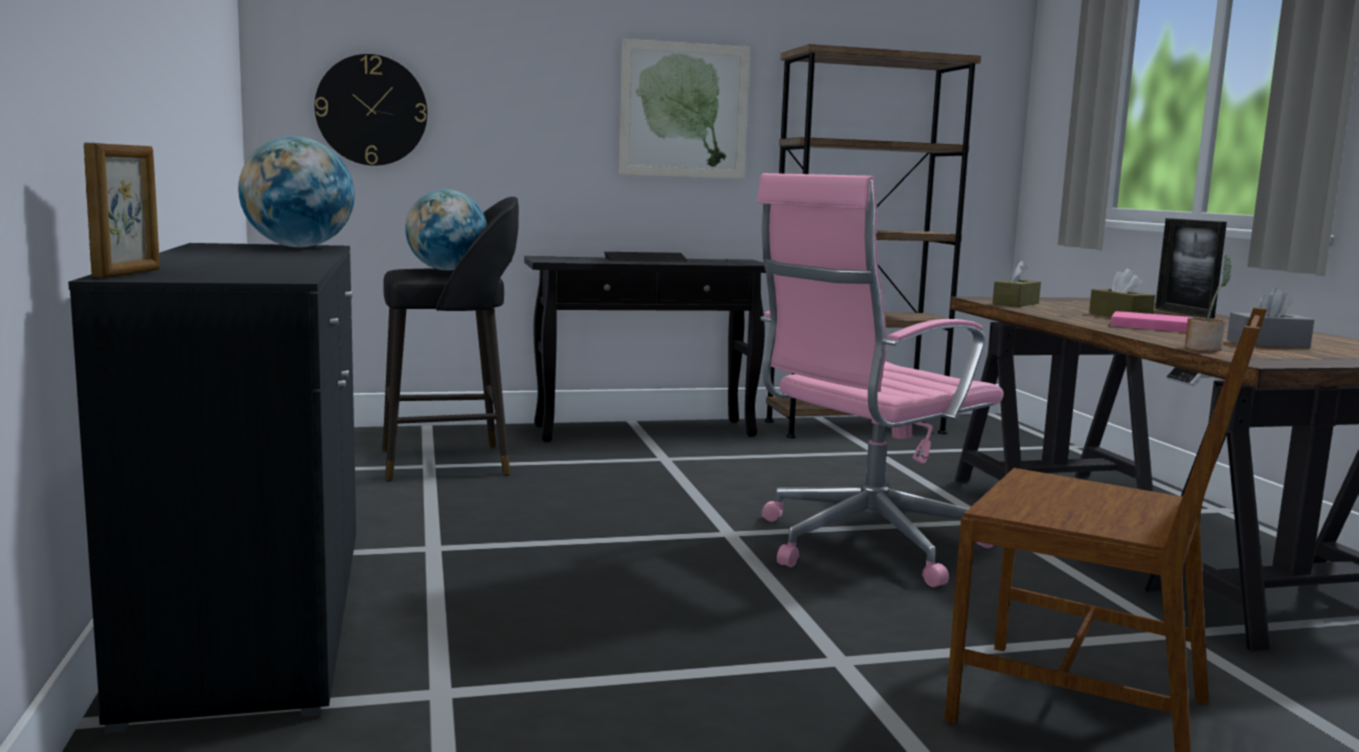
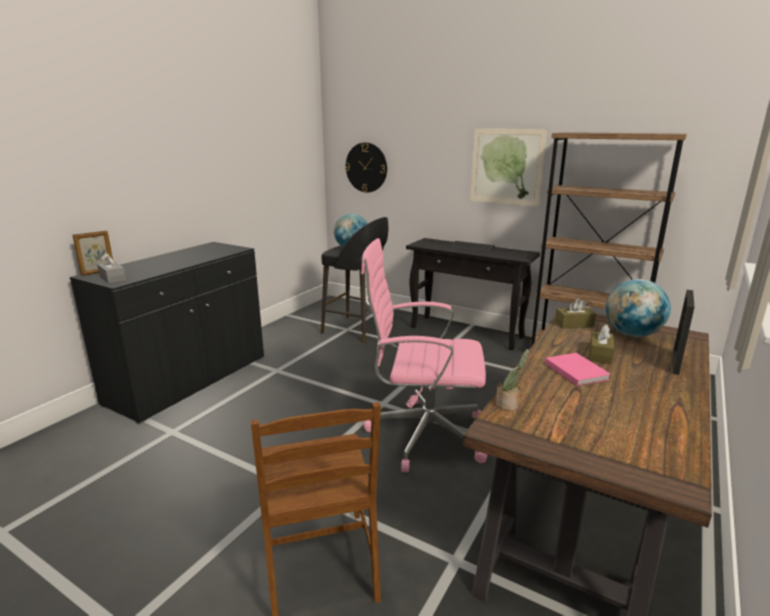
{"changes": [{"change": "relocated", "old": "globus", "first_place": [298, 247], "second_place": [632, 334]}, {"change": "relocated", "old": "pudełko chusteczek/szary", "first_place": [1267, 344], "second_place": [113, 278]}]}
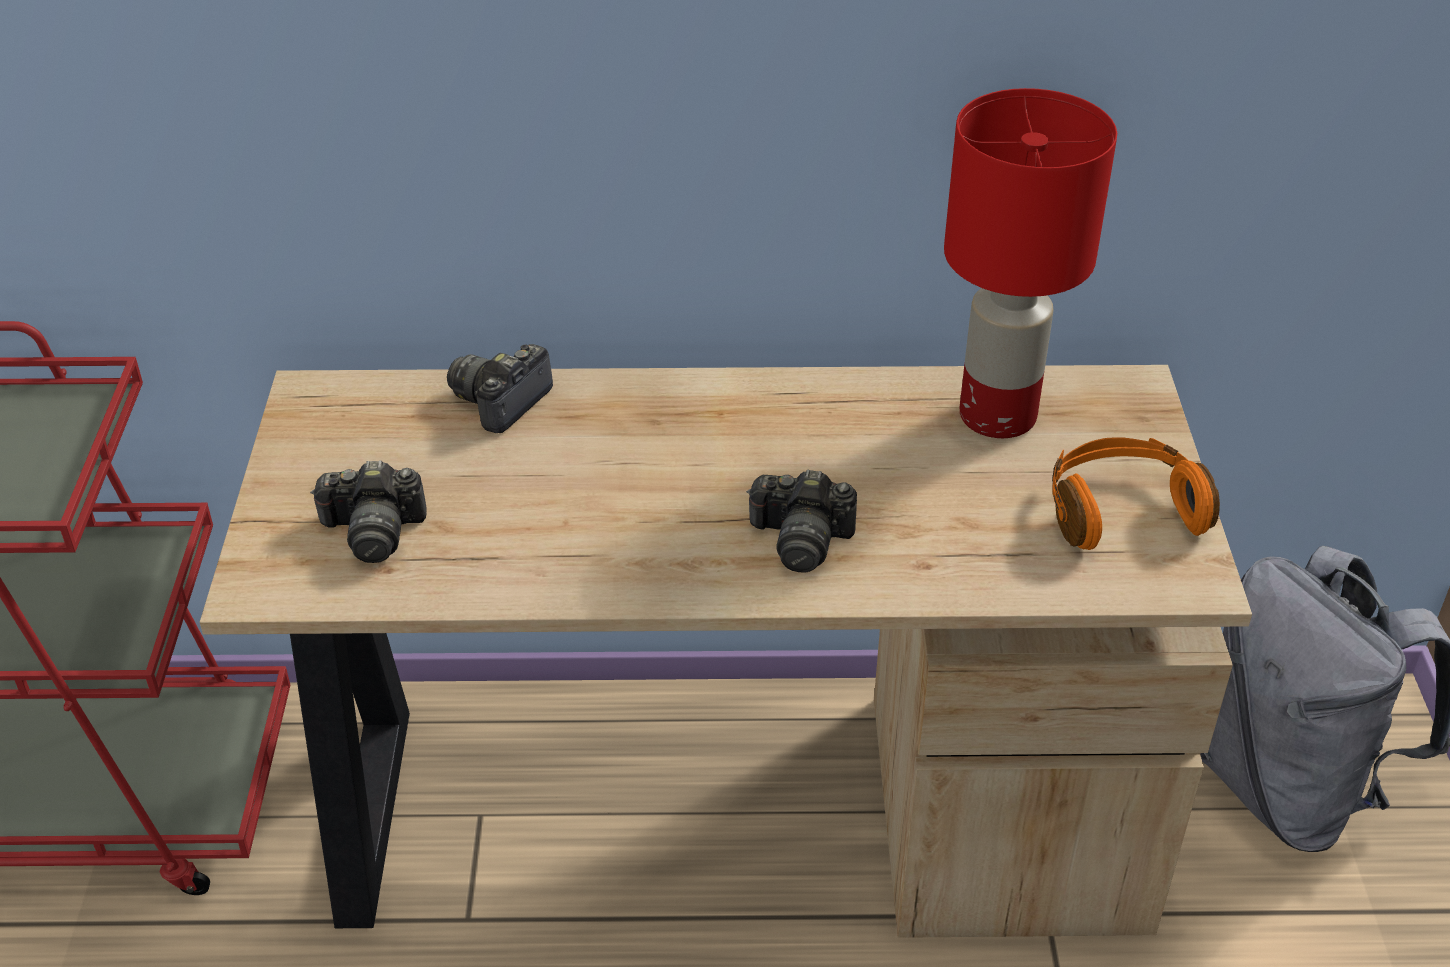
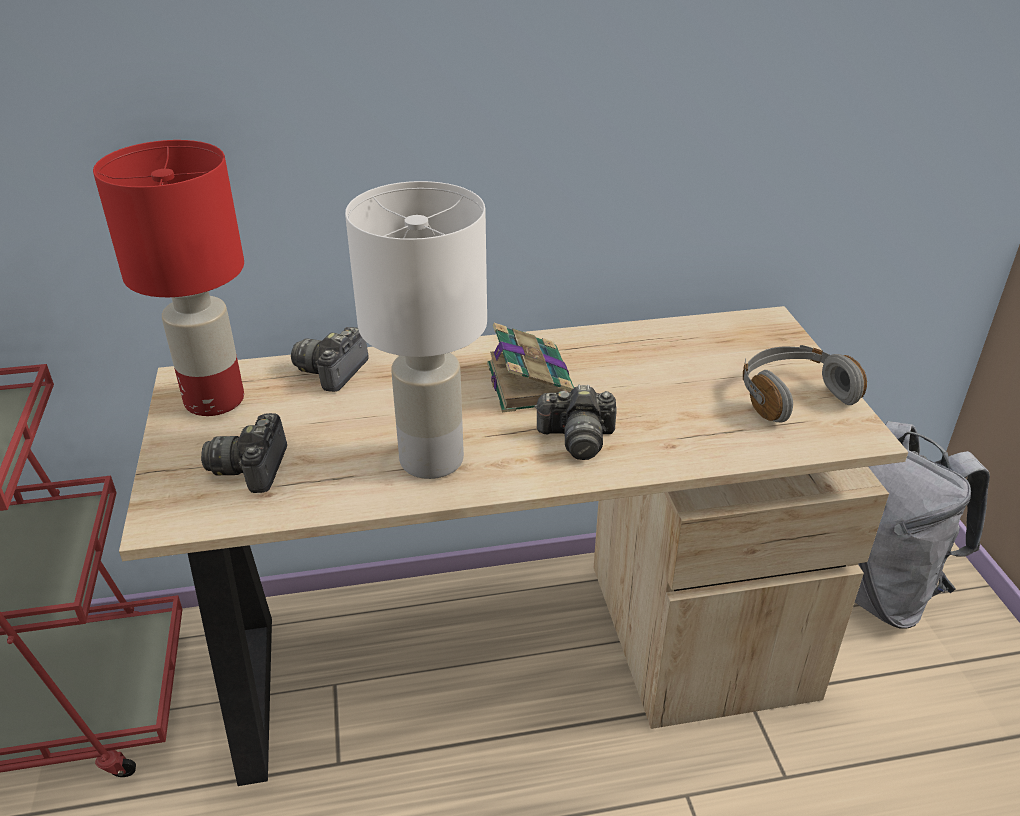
{"changes": [{"change": "relocated", "old": "lampa stołowa/czerwony", "first_place": [999, 417], "second_place": [215, 401]}, {"change": "colour", "old": "słuchawki/pomarańczowy", "new": "słuchawki/szary", "first_place": [1121, 510], "second_place": [792, 395]}, {"change": "spun", "old": "aparat fotograficzny", "first_place": [374, 531], "second_place": [252, 468], "degrees": 105}, {"change": "appeared", "new": "lampa stołowa/biały", "second_place": [431, 458]}, {"change": "appeared", "new": "książka", "second_place": [529, 382]}]}
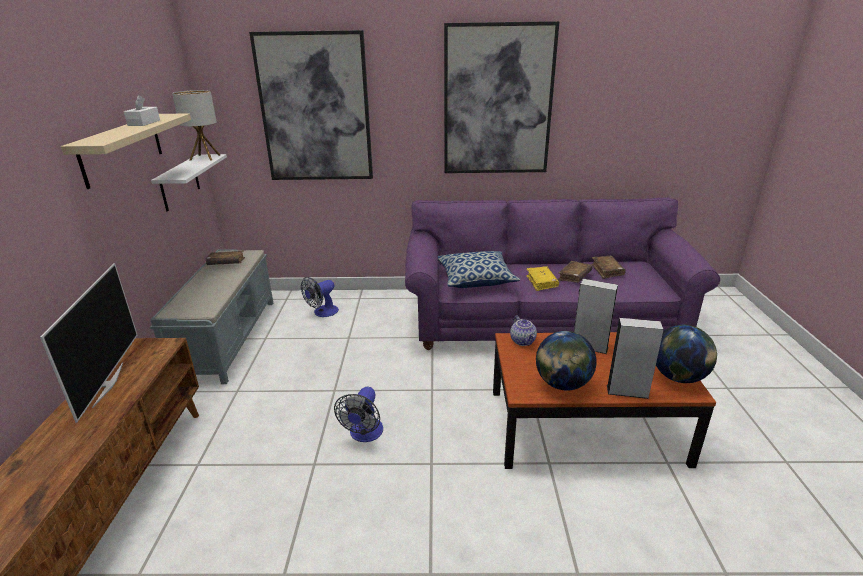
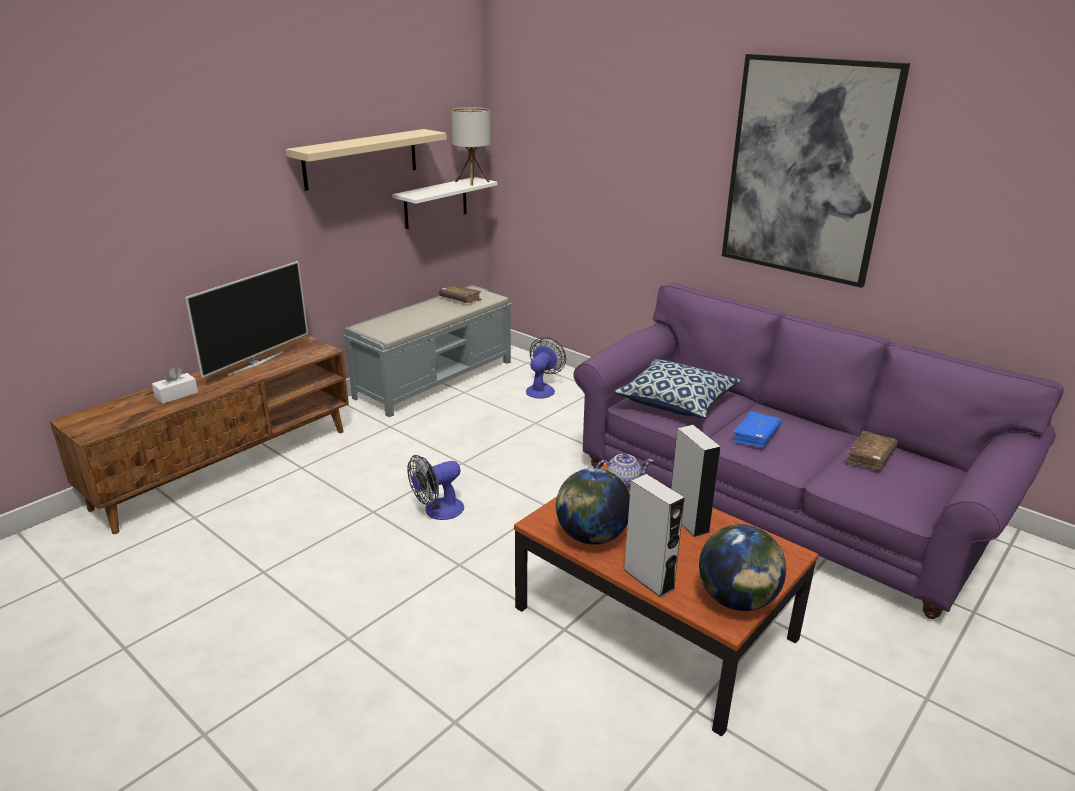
{"changes": [{"change": "missing", "old": "obraz", "first_place": [315, 109]}, {"change": "relocated", "old": "pudełko chusteczek/biały", "first_place": [144, 123], "second_place": [176, 395]}, {"change": "missing", "old": "książka/brązowy", "first_place": [574, 276]}, {"change": "colour", "old": "książka/żółty", "new": "książka/niebieski", "first_place": [541, 282], "second_place": [755, 436]}, {"change": "spun", "old": "wentylator", "first_place": [322, 313], "second_place": [542, 389], "degrees": 120}, {"change": "spun", "old": "imbryk", "first_place": [523, 341], "second_place": [623, 482], "degrees": -120}]}
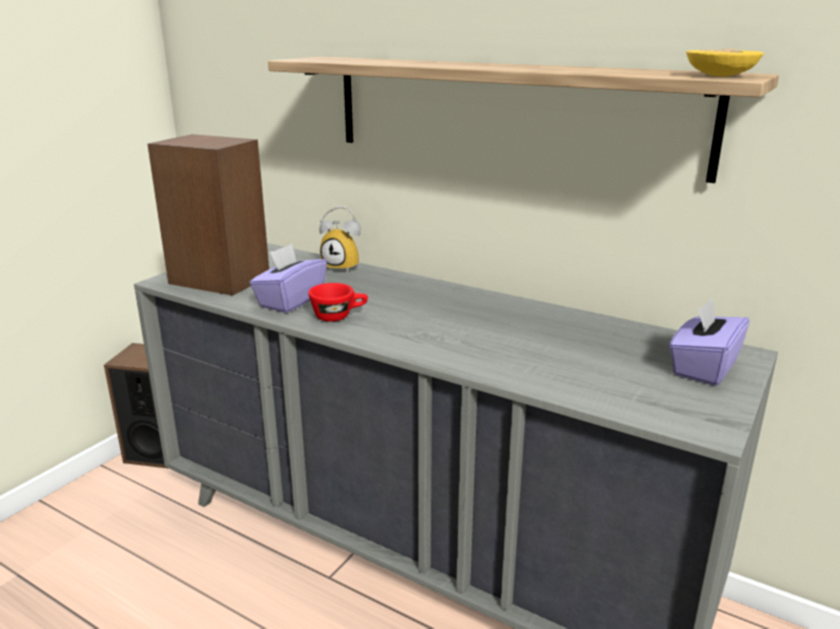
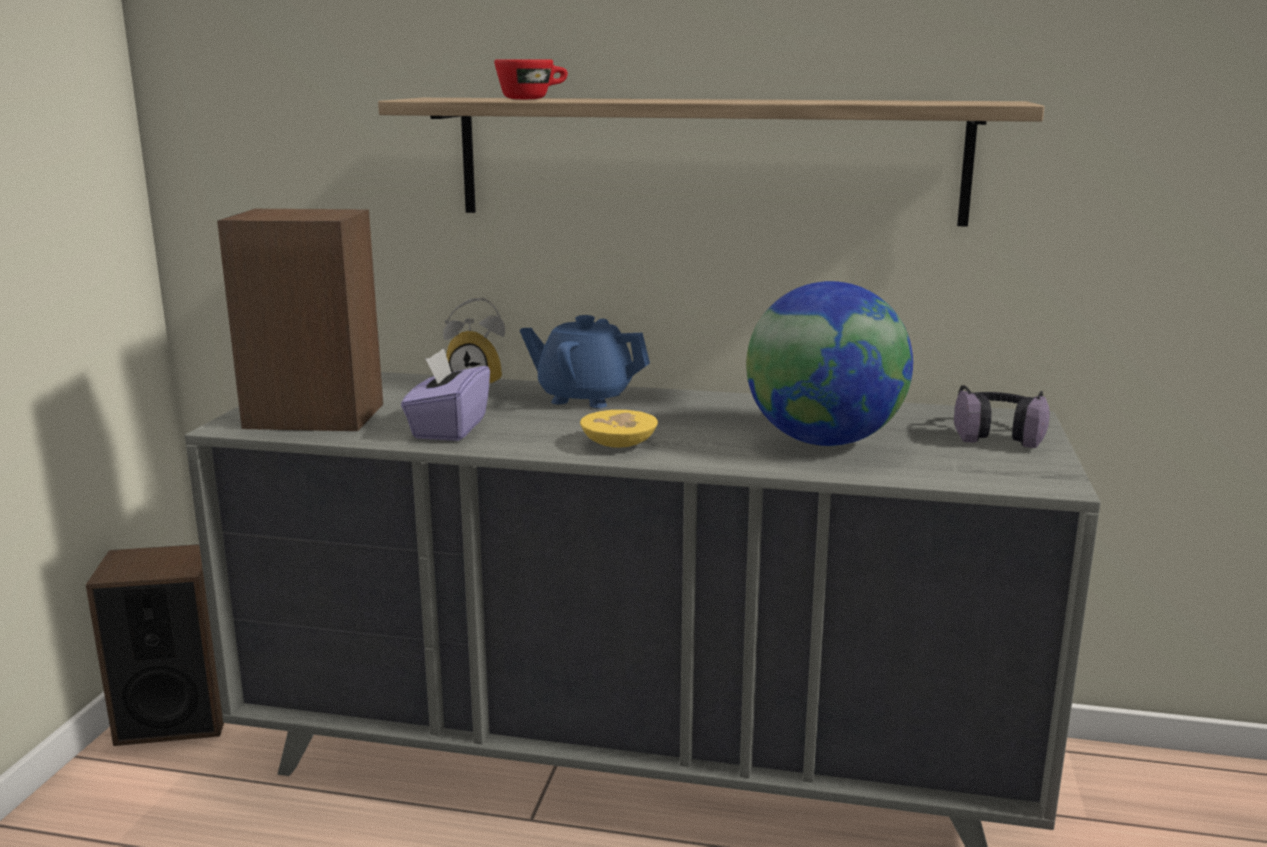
{"changes": [{"change": "relocated", "old": "miska/żółty", "first_place": [721, 75], "second_place": [620, 443]}, {"change": "relocated", "old": "filiżanka/czerwony", "first_place": [339, 316], "second_place": [532, 98]}, {"change": "exchanged", "old": "pudełko chusteczek/fioletowy", "new": "słuchawki", "first_place": [703, 368], "second_place": [997, 434]}, {"change": "appeared", "new": "globus", "second_place": [824, 441]}, {"change": "appeared", "new": "imbryk/niebieski", "second_place": [585, 397]}]}
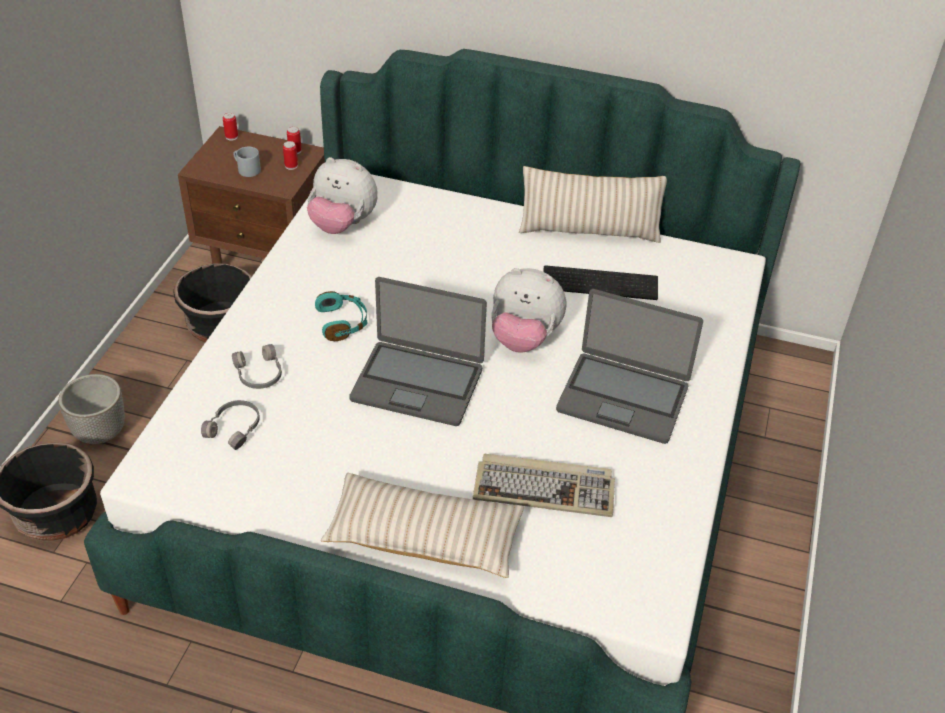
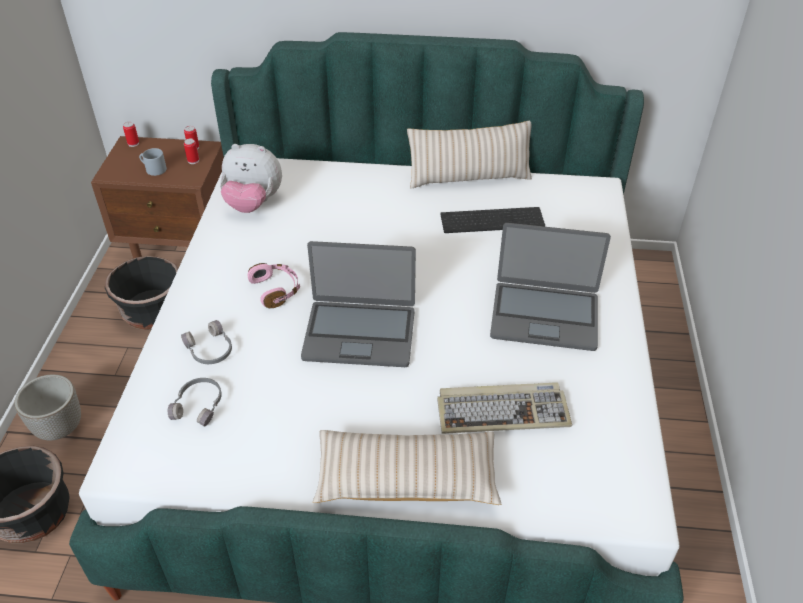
{"changes": [{"change": "missing", "old": "pluszak", "first_place": [524, 338]}, {"change": "colour", "old": "słuchawki/turkusowy", "new": "słuchawki/różowy", "first_place": [343, 323], "second_place": [276, 290]}]}
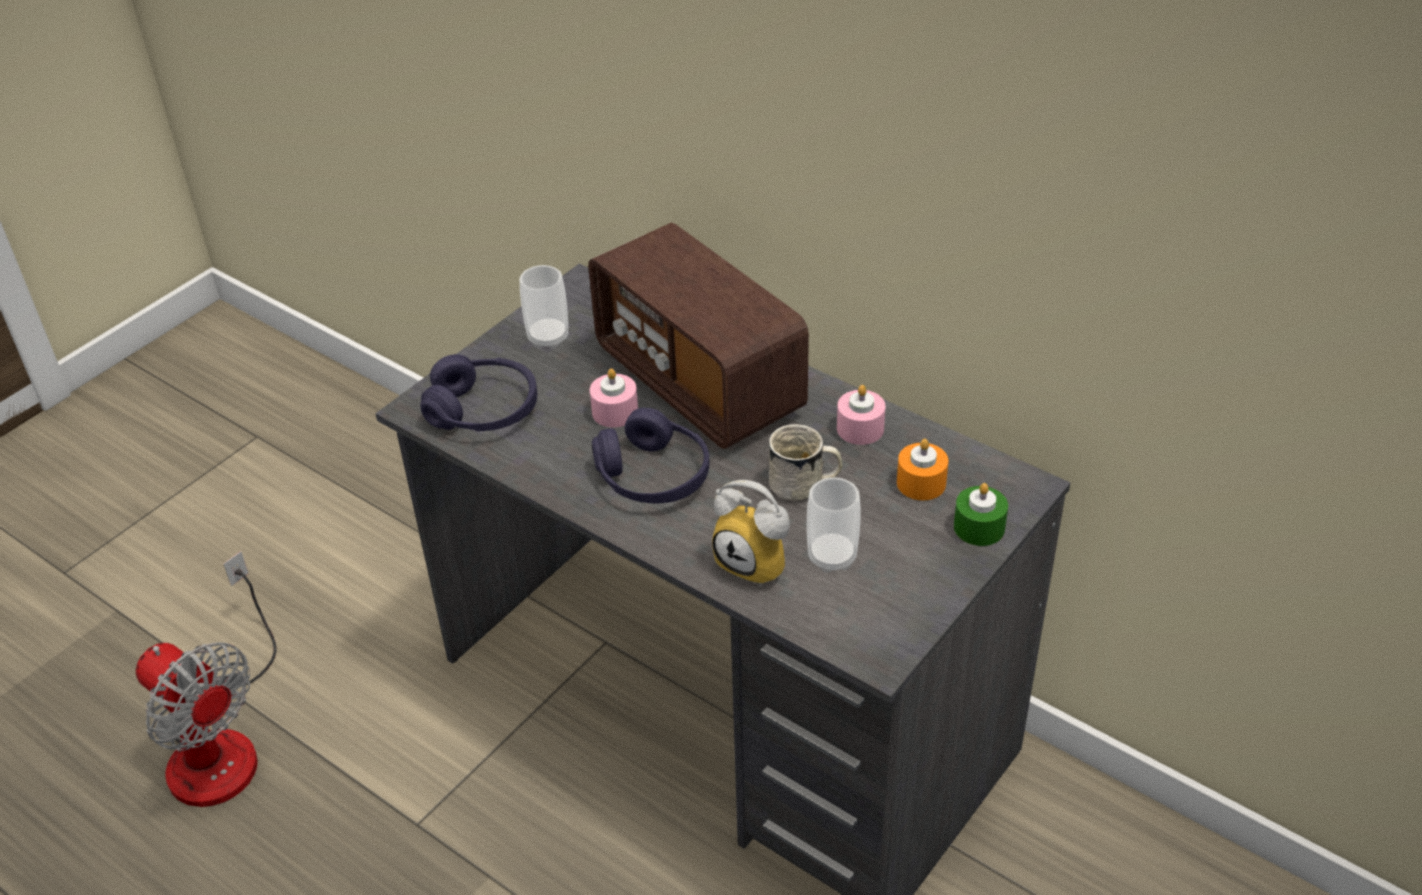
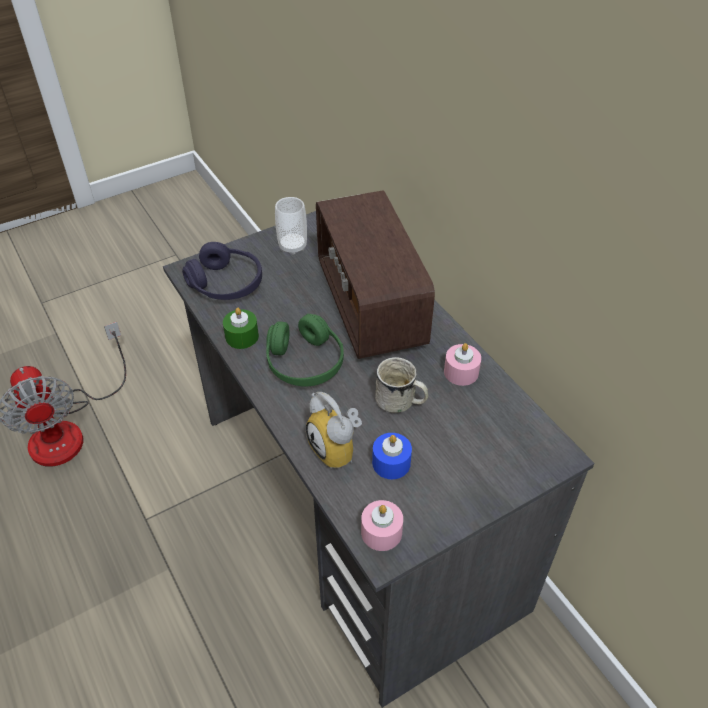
{"changes": [{"change": "relocated", "old": "świeca/różowy", "first_place": [615, 412], "second_place": [381, 532]}, {"change": "colour", "old": "słuchawki/fioletowy", "new": "słuchawki/zielony", "first_place": [653, 476], "second_place": [305, 362]}, {"change": "missing", "old": "świeca/pomarańczowy", "first_place": [921, 483]}, {"change": "exchanged", "old": "filiżanka", "new": "świeca/niebieski", "first_place": [832, 557], "second_place": [391, 463]}, {"change": "relocated", "old": "świeca/zielony", "first_place": [979, 527], "second_place": [242, 336]}]}
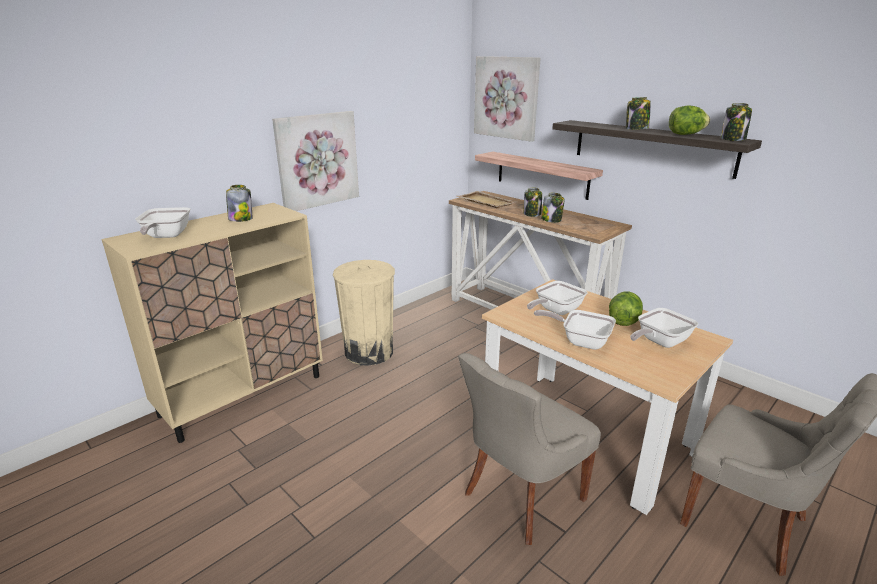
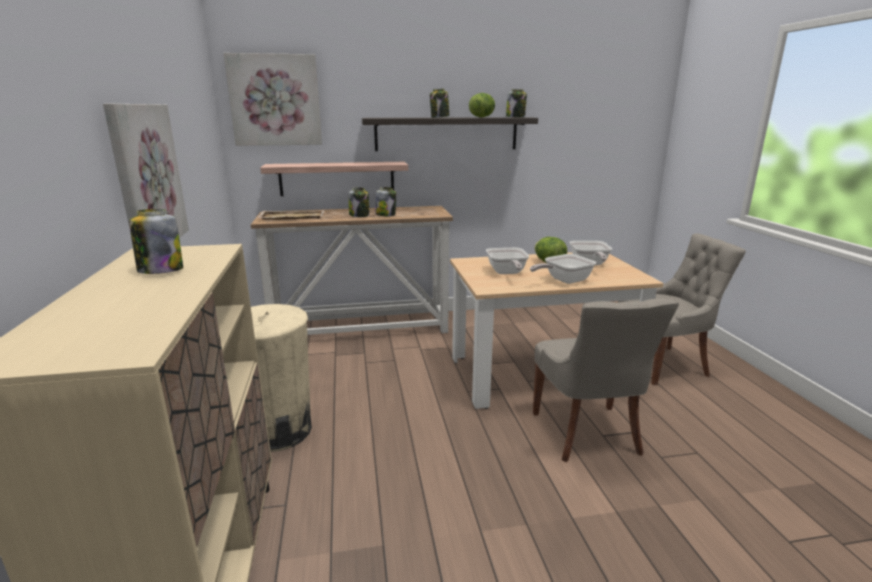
{"changes": [{"change": "missing", "old": "patelnia", "first_place": [165, 236]}]}
